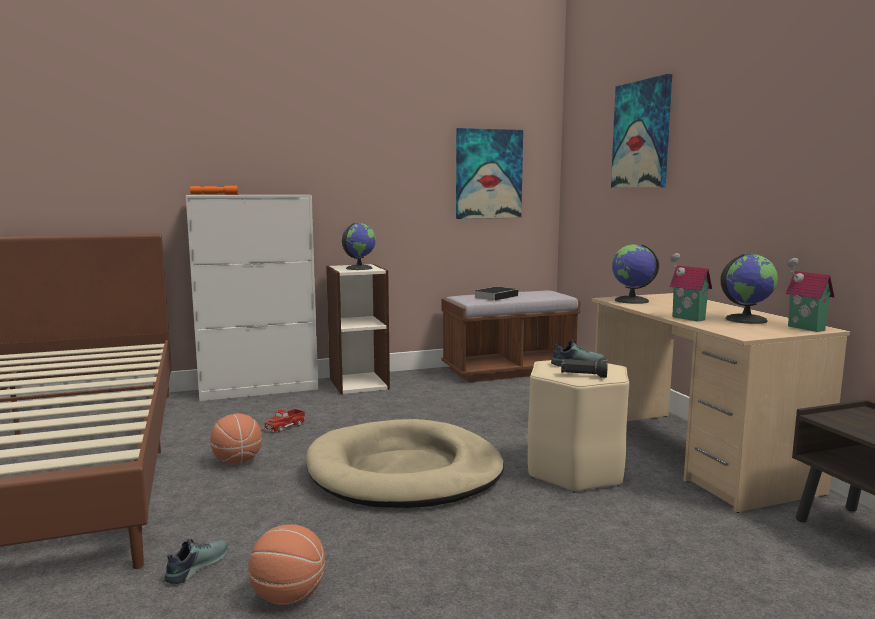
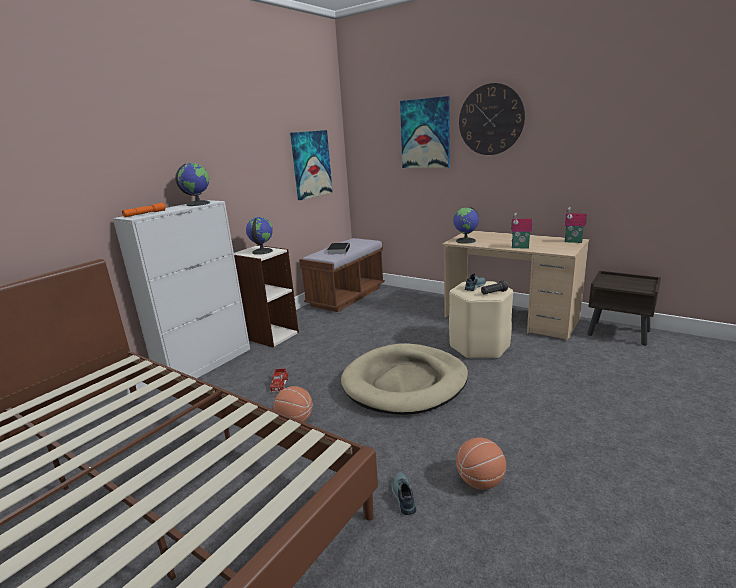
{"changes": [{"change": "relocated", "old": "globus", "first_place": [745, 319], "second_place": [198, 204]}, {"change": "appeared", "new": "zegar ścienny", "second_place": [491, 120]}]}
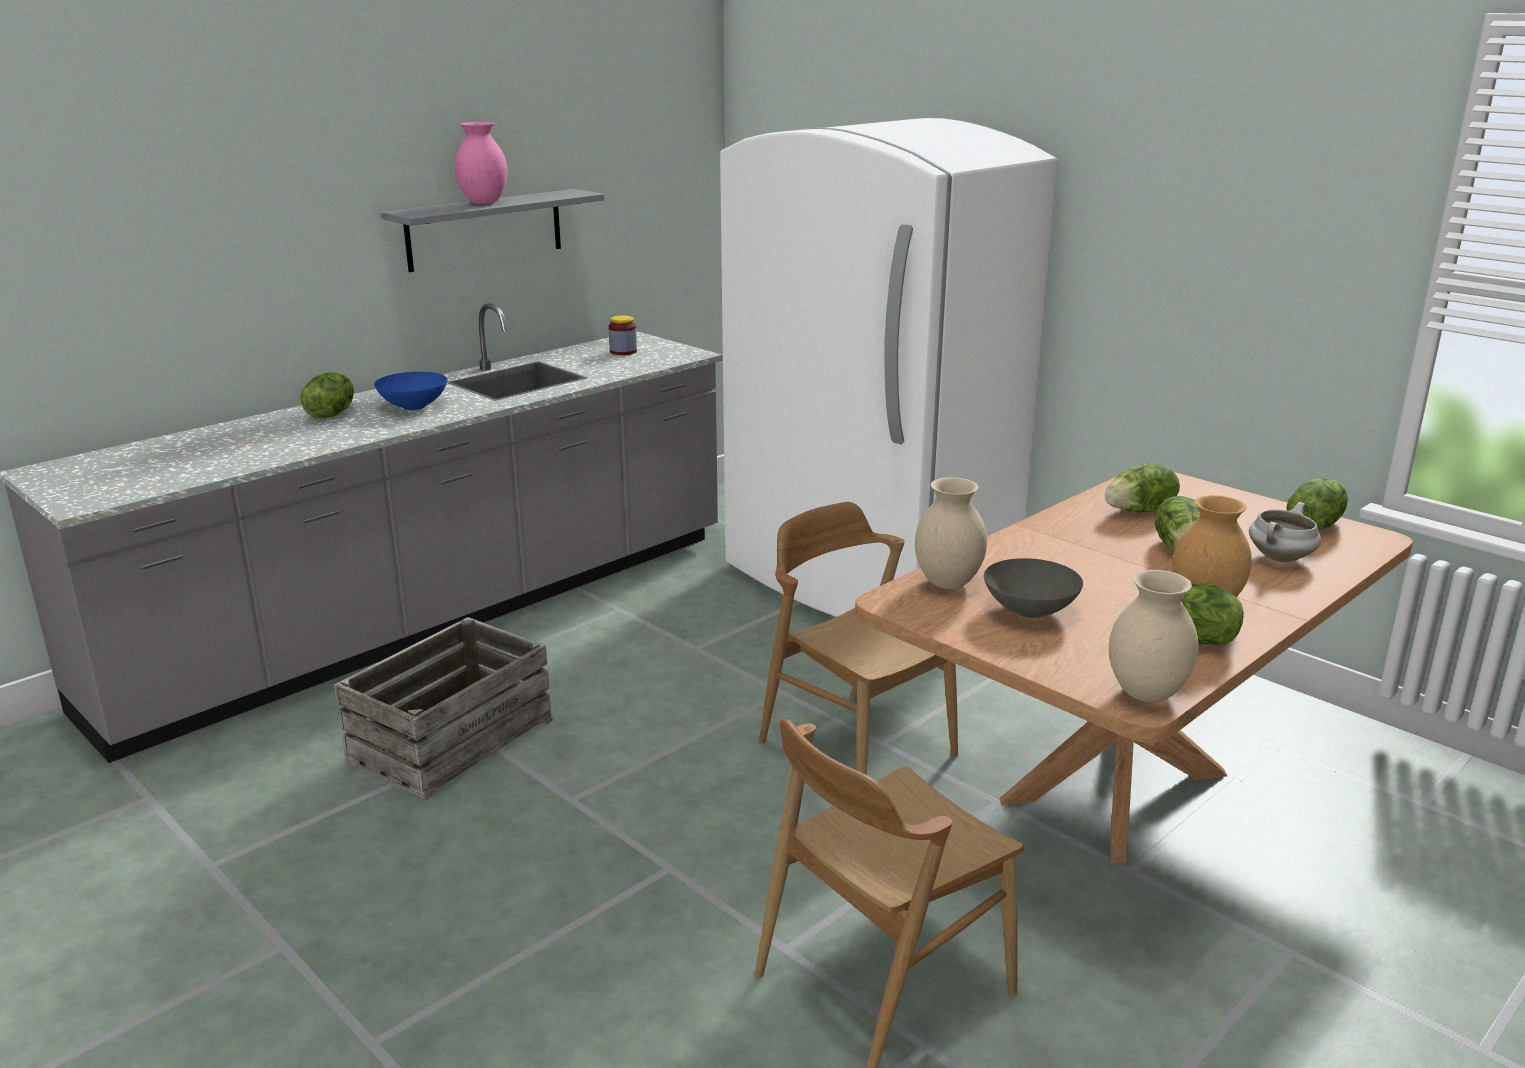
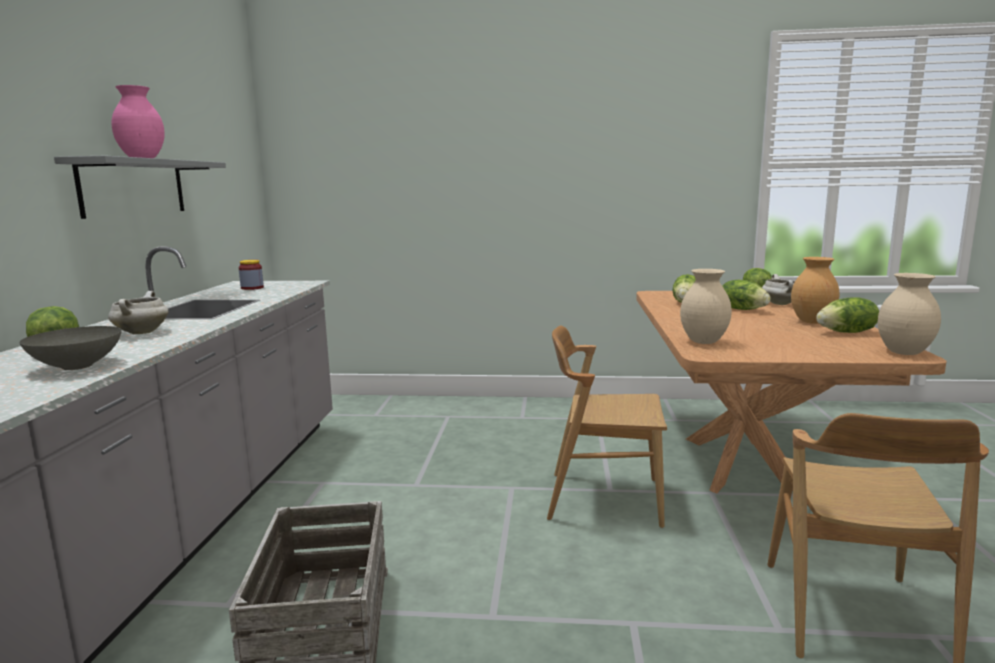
{"changes": [{"change": "missing", "old": "lodówka/biały", "first_place": [867, 580]}, {"change": "exchanged", "old": "miska/niebieski", "new": "garnek/biały", "first_place": [414, 406], "second_place": [141, 333]}, {"change": "relocated", "old": "miska/szary", "first_place": [1031, 611], "second_place": [79, 366]}]}
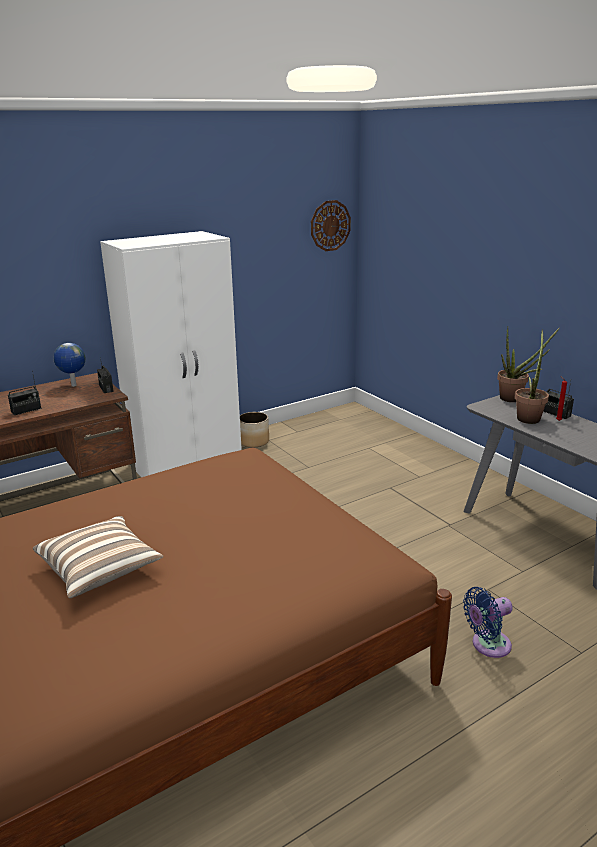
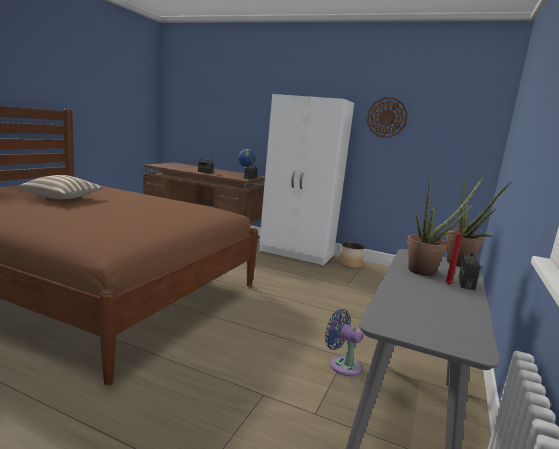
{"changes": [{"change": "relocated", "old": "zegar ścienny", "first_place": [330, 225], "second_place": [387, 117]}, {"change": "relocated", "old": "wentylator/niebieski", "first_place": [487, 645], "second_place": [342, 365]}]}
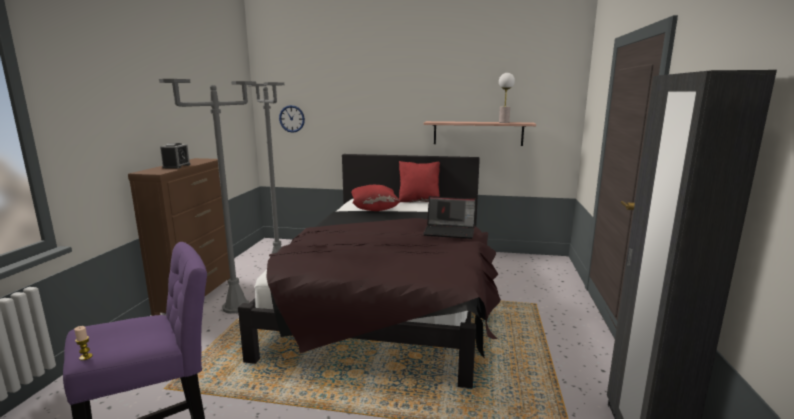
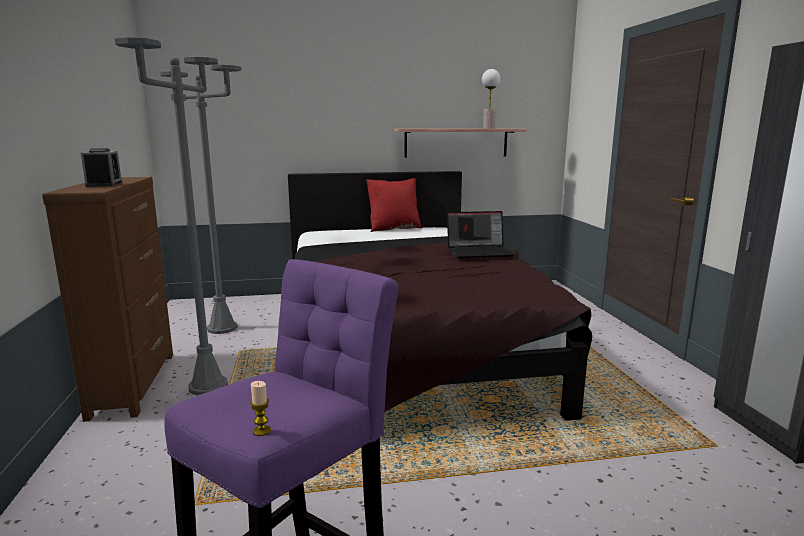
{"changes": [{"change": "missing", "old": "zegar ścienny", "first_place": [292, 118]}, {"change": "missing", "old": "poduszka/czerwony", "first_place": [374, 209]}]}
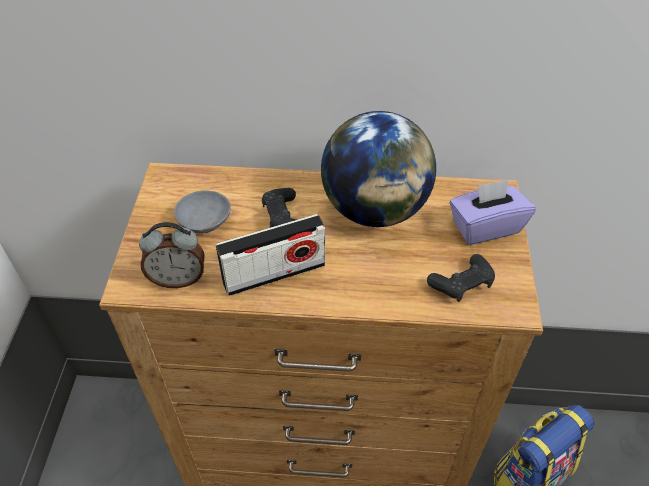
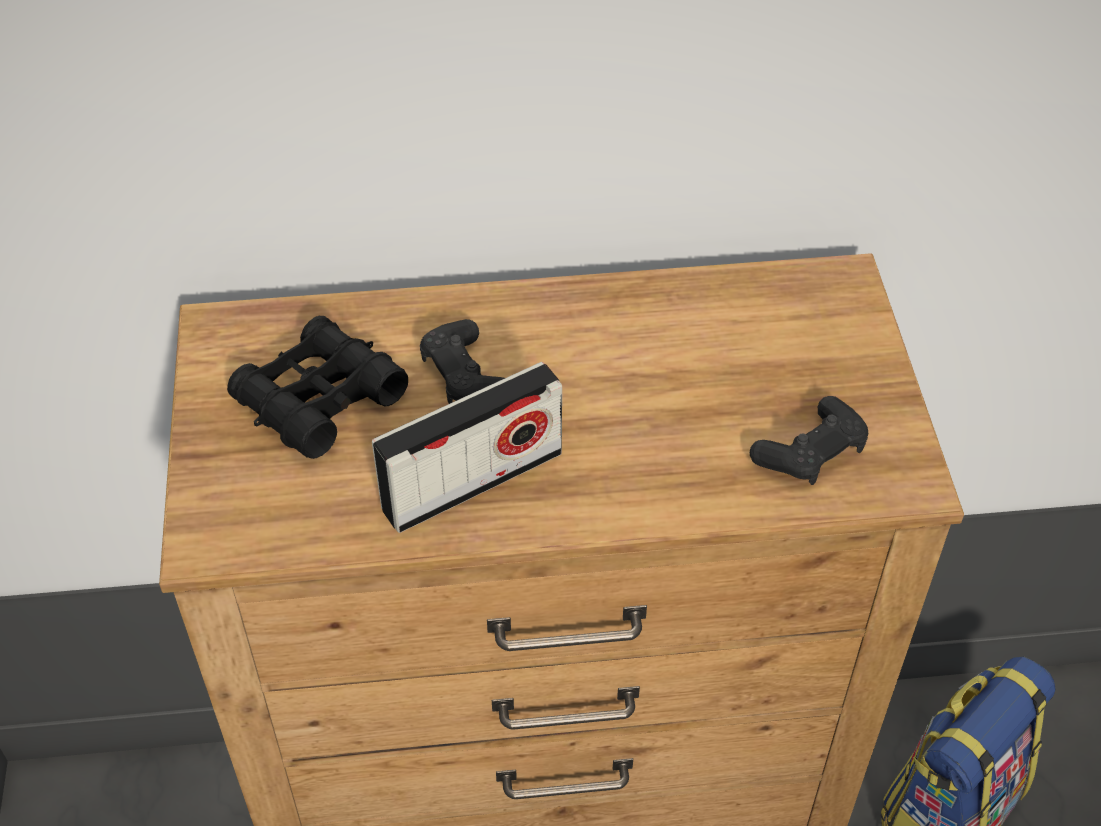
{"changes": [{"change": "missing", "old": "globus", "first_place": [374, 209]}, {"change": "missing", "old": "pudełko chusteczek/fioletowy", "first_place": [485, 226]}, {"change": "exchanged", "old": "miska/szary", "new": "lornetka/czarny", "first_place": [205, 219], "second_place": [319, 399]}, {"change": "missing", "old": "budzik", "first_place": [178, 278]}]}
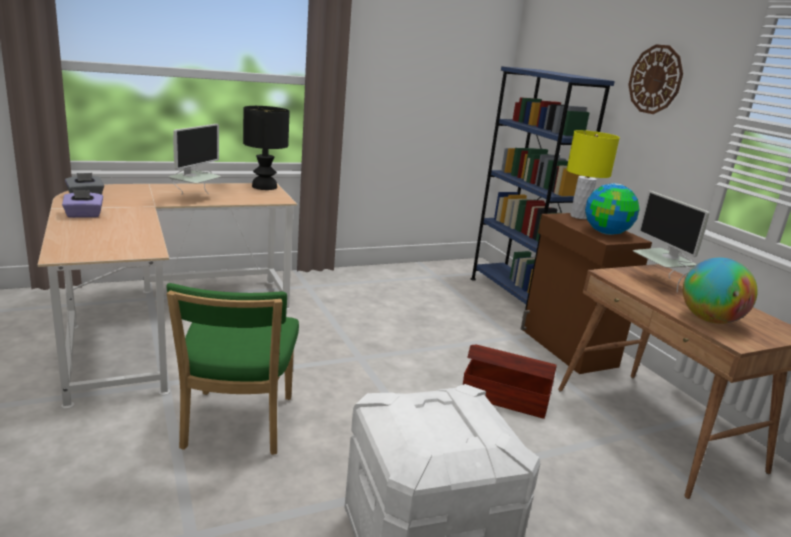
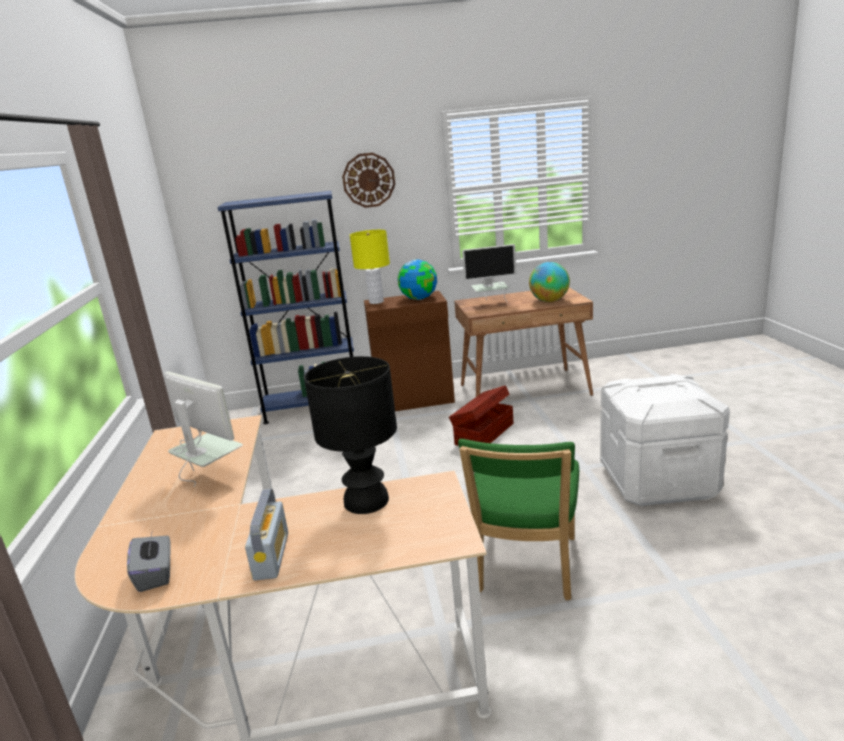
{"changes": [{"change": "relocated", "old": "lampa stołowa/czarny", "first_place": [265, 186], "second_place": [365, 500]}, {"change": "exchanged", "old": "pudełko chusteczek/fioletowy", "new": "radio", "first_place": [84, 215], "second_place": [271, 556]}, {"change": "spun", "old": "krzesło/zielony", "first_place": [236, 426], "second_place": [525, 568], "degrees": 90}]}
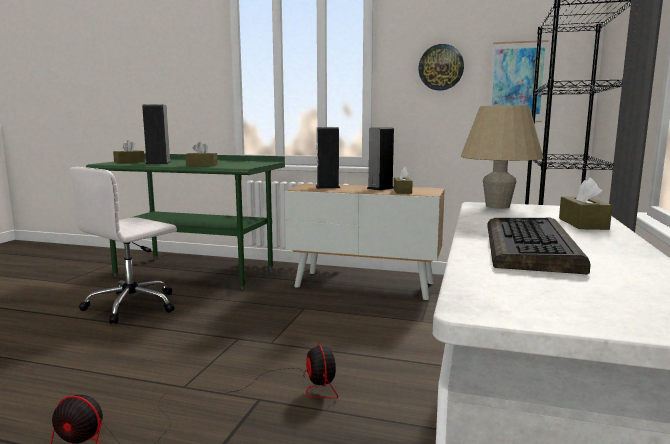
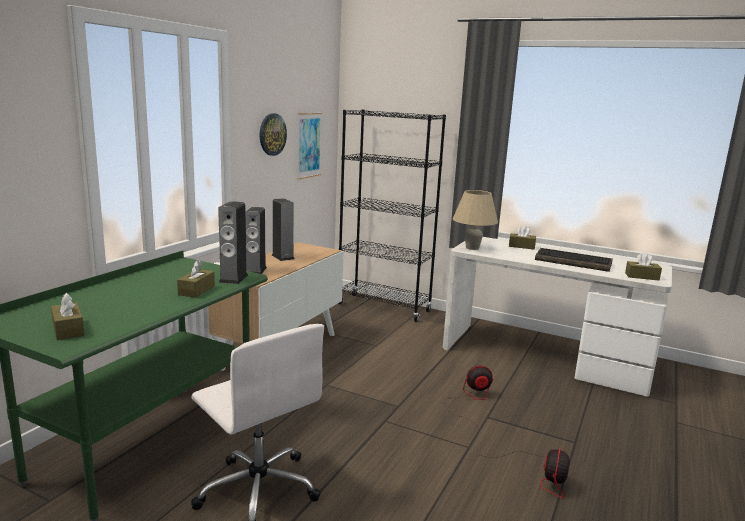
{"changes": [{"change": "relocated", "old": "głośnik", "first_place": [158, 163], "second_place": [233, 278]}, {"change": "relocated", "old": "pudełko chusteczek/brązowy", "first_place": [402, 191], "second_place": [642, 276]}]}
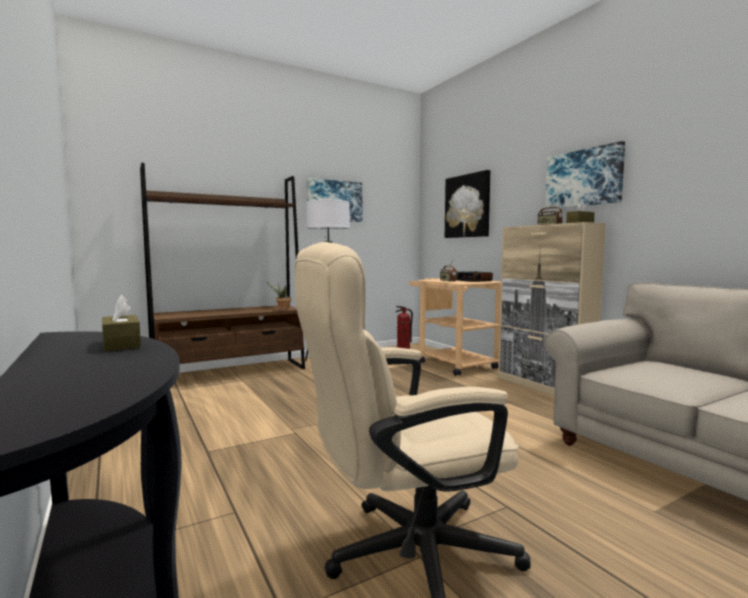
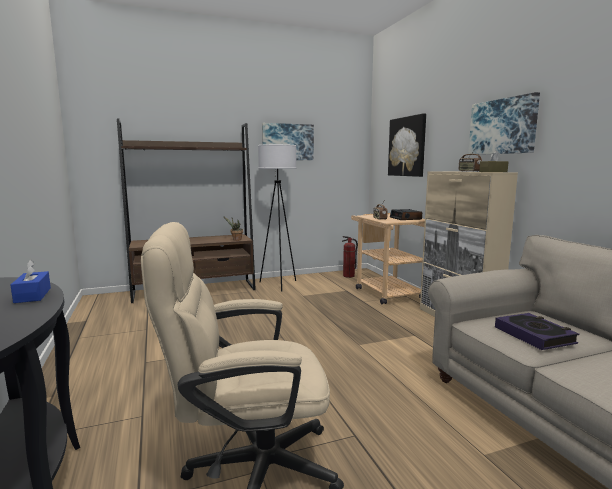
{"changes": [{"change": "colour", "old": "pudełko chusteczek/brązowy", "new": "pudełko chusteczek/niebieski", "first_place": [121, 344], "second_place": [33, 295]}, {"change": "appeared", "new": "książka", "second_place": [534, 335]}]}
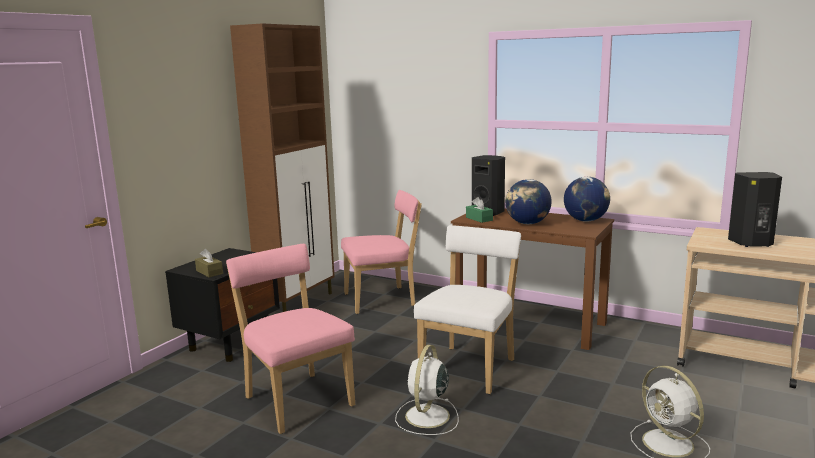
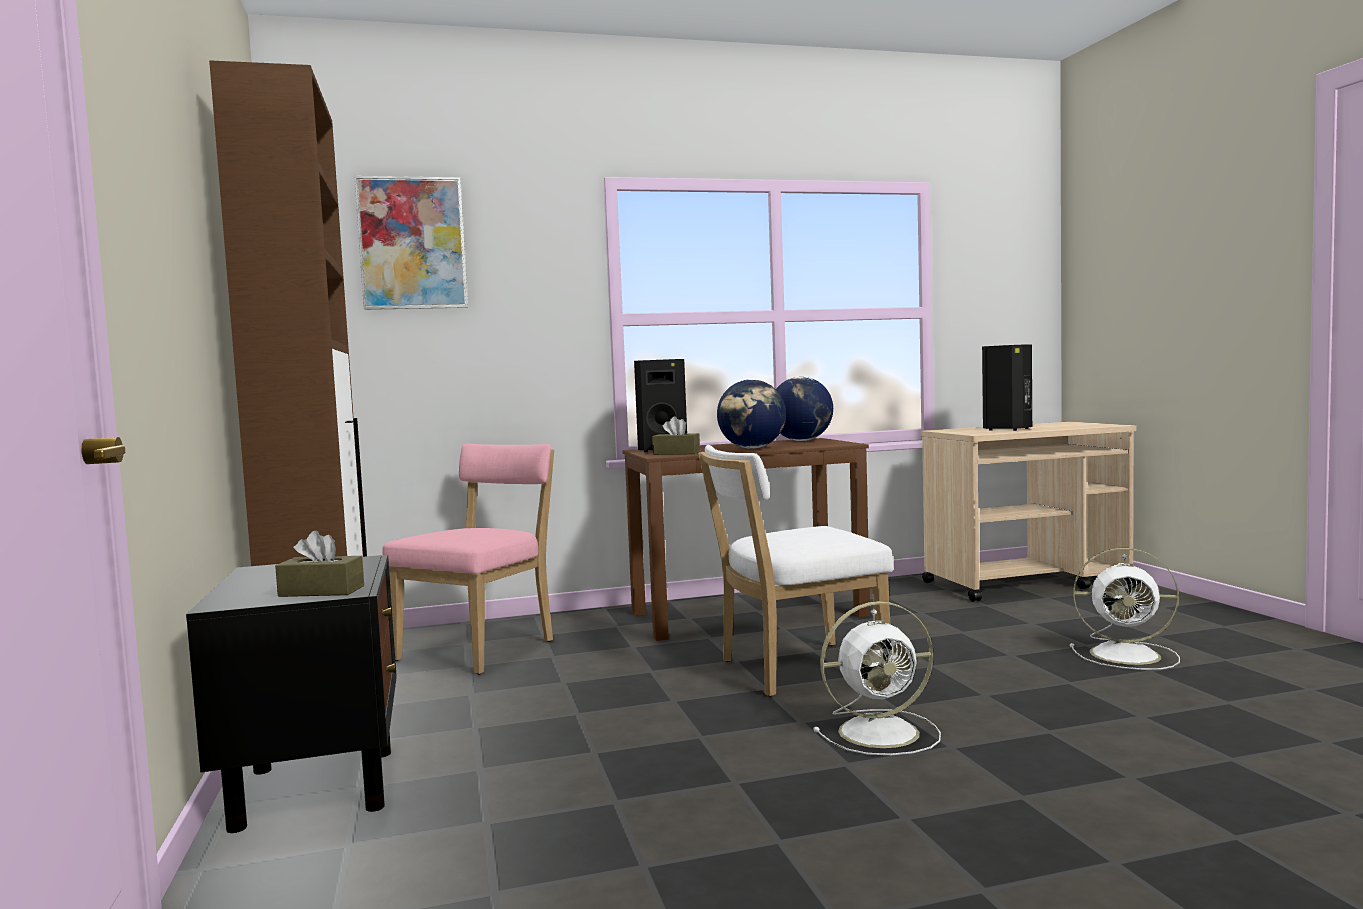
{"changes": [{"change": "colour", "old": "pudełko chusteczek/zielony", "new": "pudełko chusteczek/brązowy", "first_place": [479, 219], "second_place": [676, 453]}, {"change": "spun", "old": "krzesło/biały", "first_place": [470, 367], "second_place": [795, 670], "degrees": -90}, {"change": "missing", "old": "krzesło/różowy", "first_place": [296, 399]}, {"change": "spun", "old": "wentylator/biały", "first_place": [426, 417], "second_place": [882, 732], "degrees": -75}, {"change": "appeared", "new": "obraz", "second_place": [412, 243]}]}
